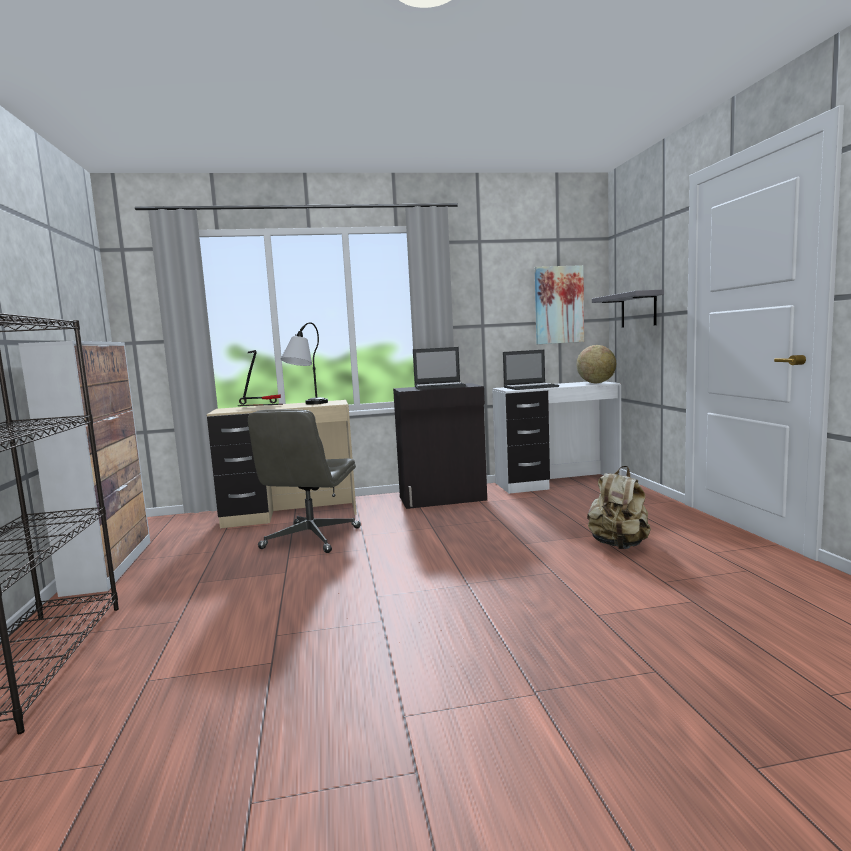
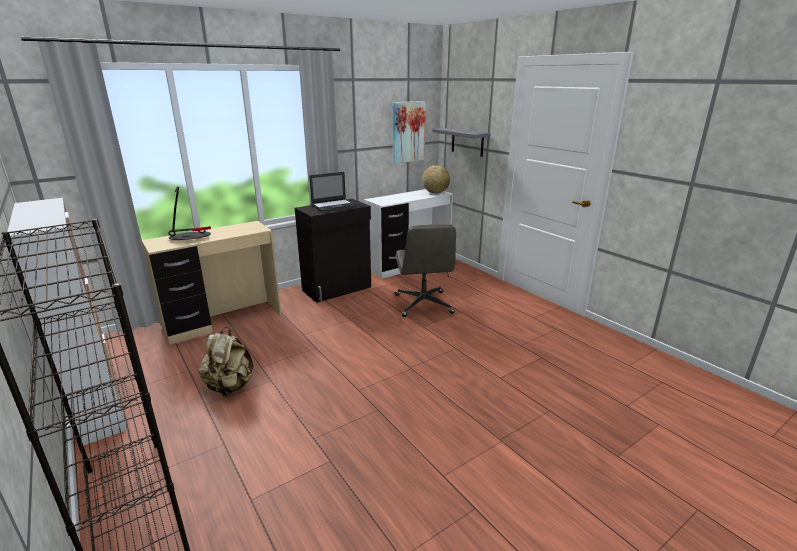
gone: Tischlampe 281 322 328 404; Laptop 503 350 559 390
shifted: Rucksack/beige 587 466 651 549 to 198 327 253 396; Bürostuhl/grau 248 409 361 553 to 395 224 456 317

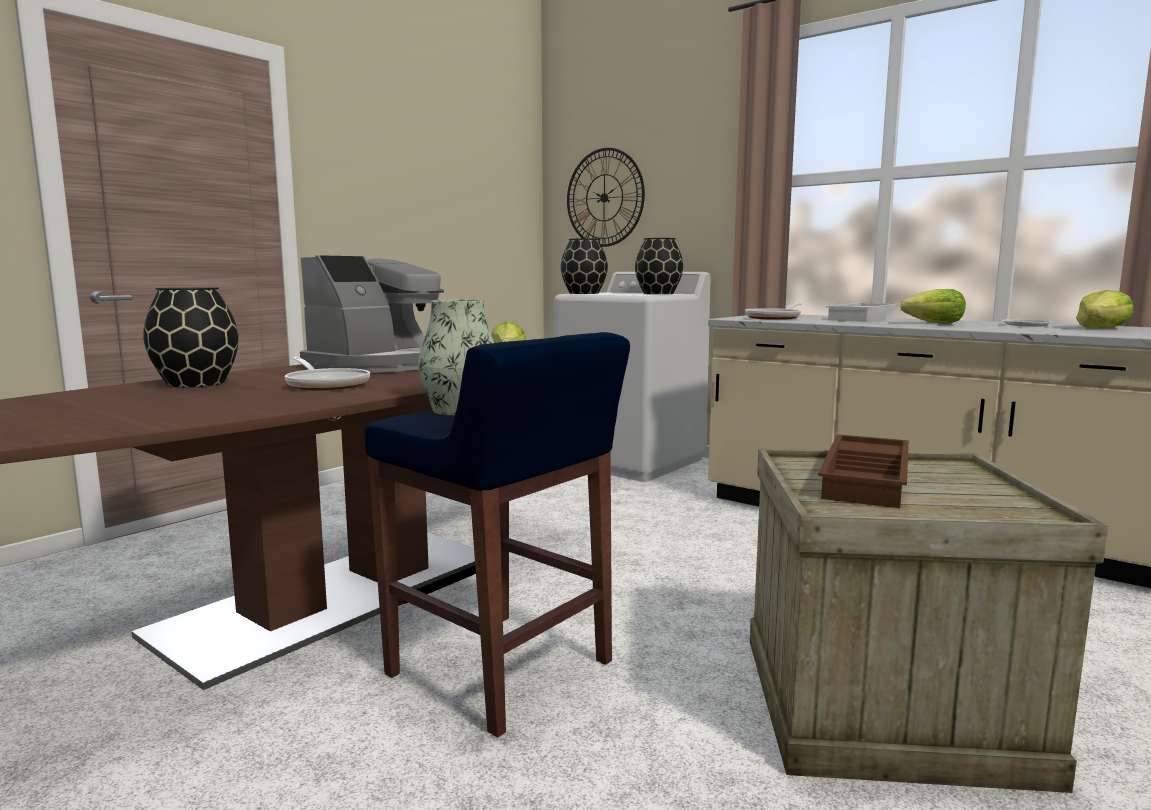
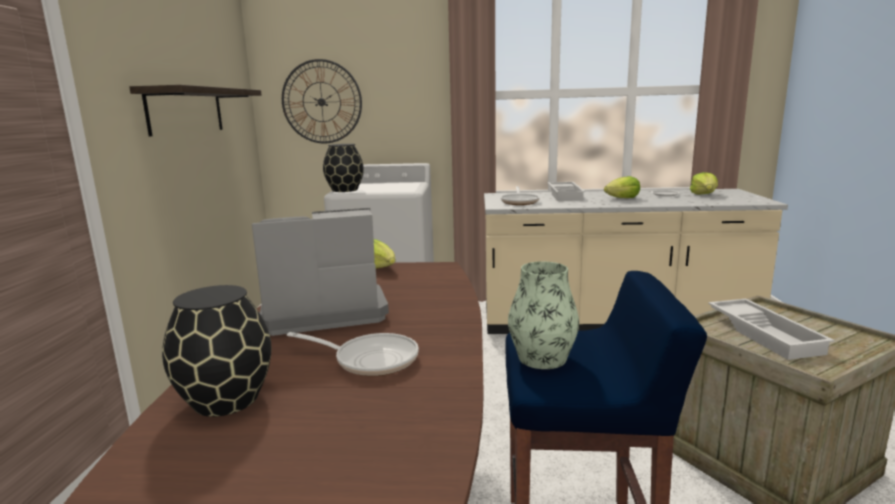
gone: Vase/schwarz 635 238 683 294
new: Wandregal 129 85 261 136
repainted: Tablett/braun 818 434 909 508 to Tablett/weiß 708 299 835 360
rotated: Kaffeemaschine 300 255 444 373 = 252 208 389 336 105 degrees counterclockwise

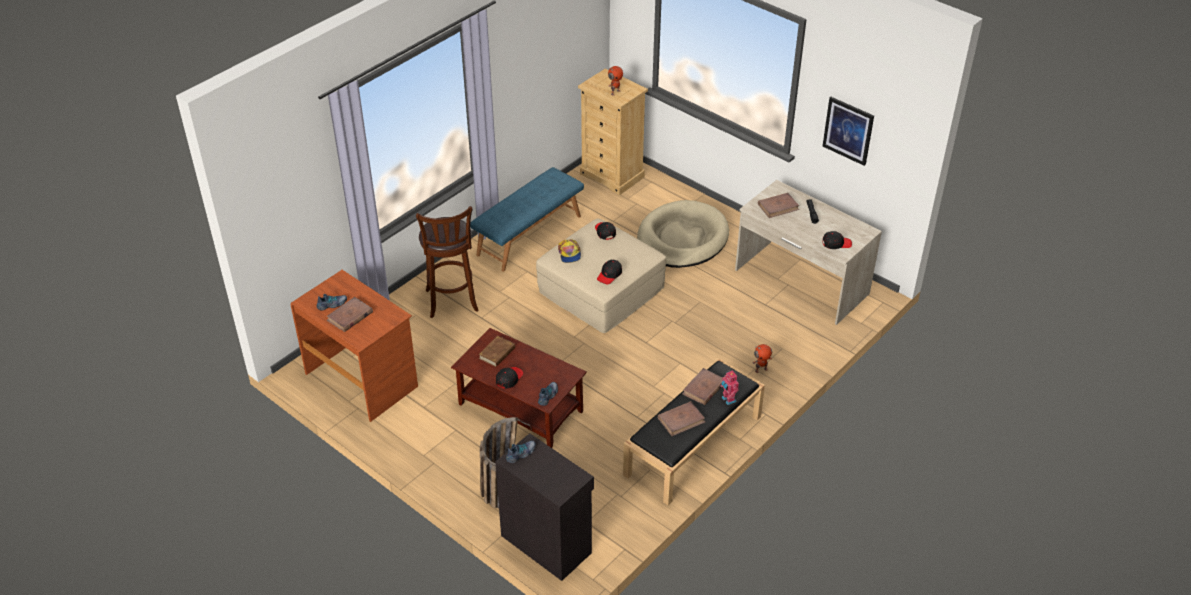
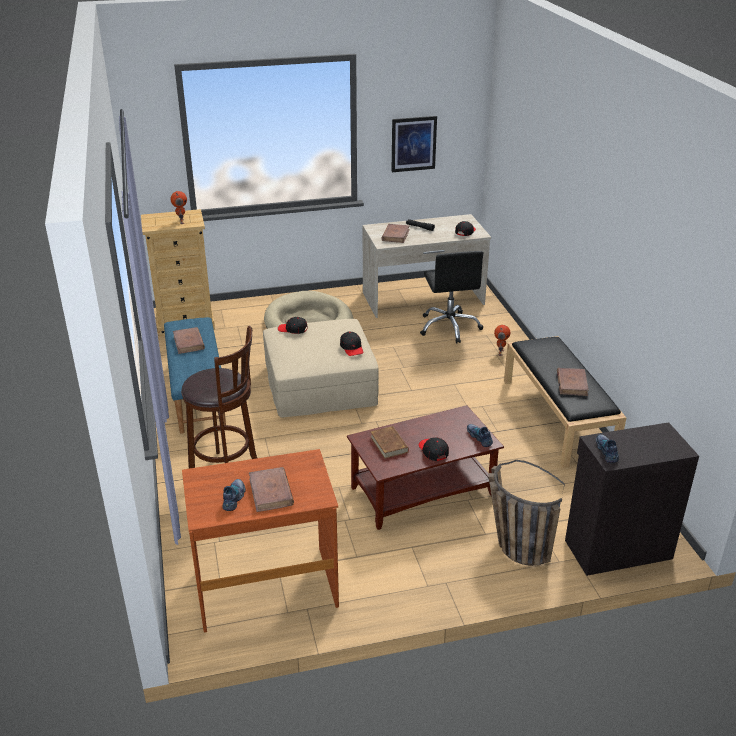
gone: Kappe 558 239 581 263; Spielzeugroboter 720 370 739 405
new: Bürostuhl/schwarz 420 251 483 343
shifted: Buch/braun 682 368 723 405 to 173 327 205 354

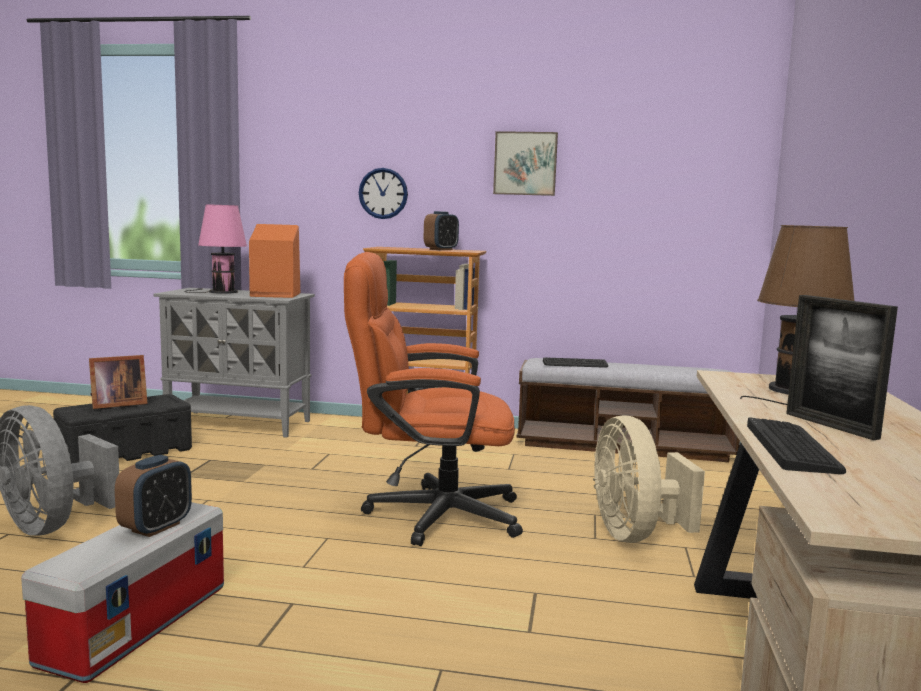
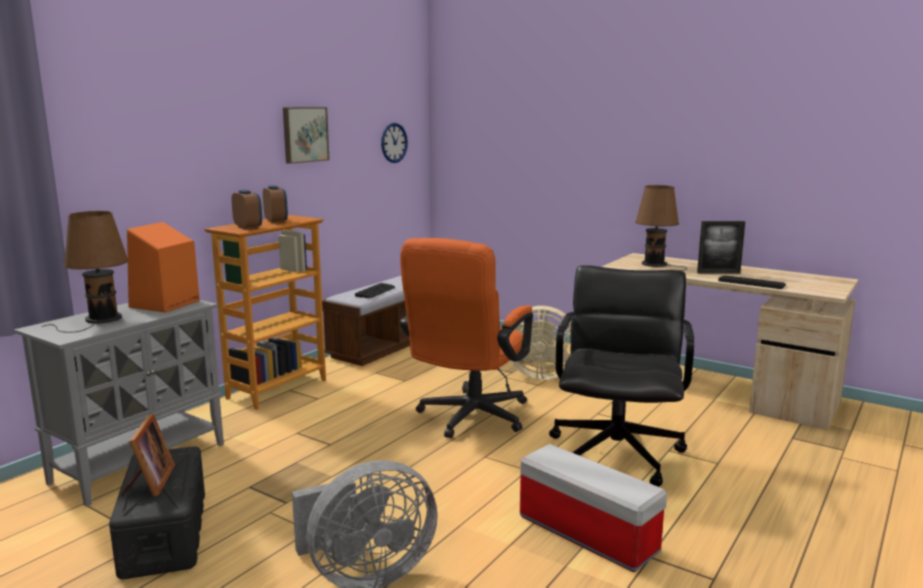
new: Bürostuhl/schwarz 549 265 695 487
shifted: Wecker 115 455 192 537 to 231 190 262 230; Wanduhr 359 168 408 219 to 381 123 408 163
repainted: Tischlampe/rosa 184 204 247 294 to Tischlampe/braun 42 211 129 333

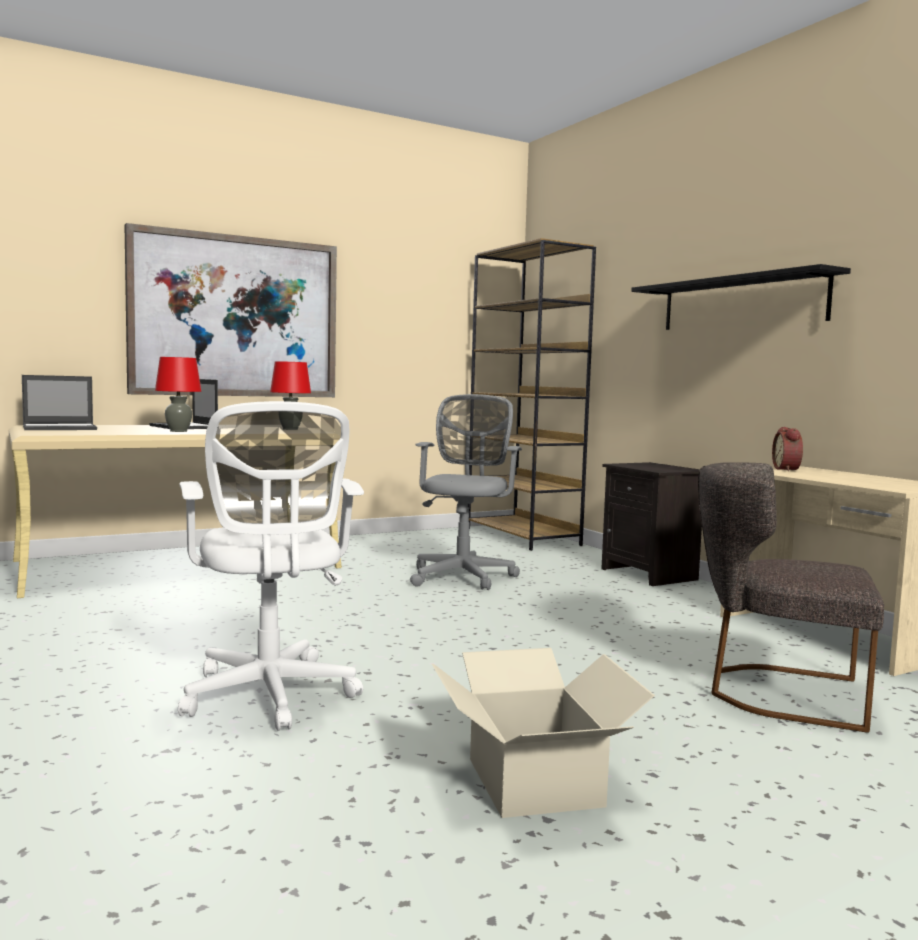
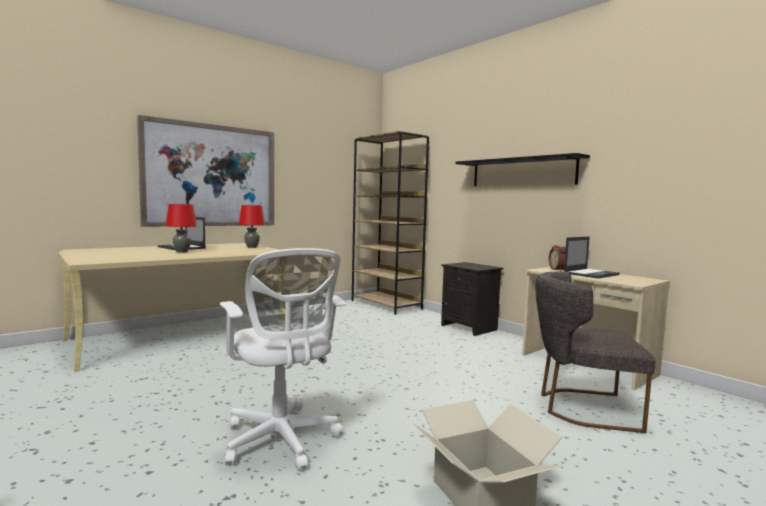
gone: Bürostuhl/grau 410 394 522 590
shifted: Laptop 22 375 97 430 to 564 237 620 279

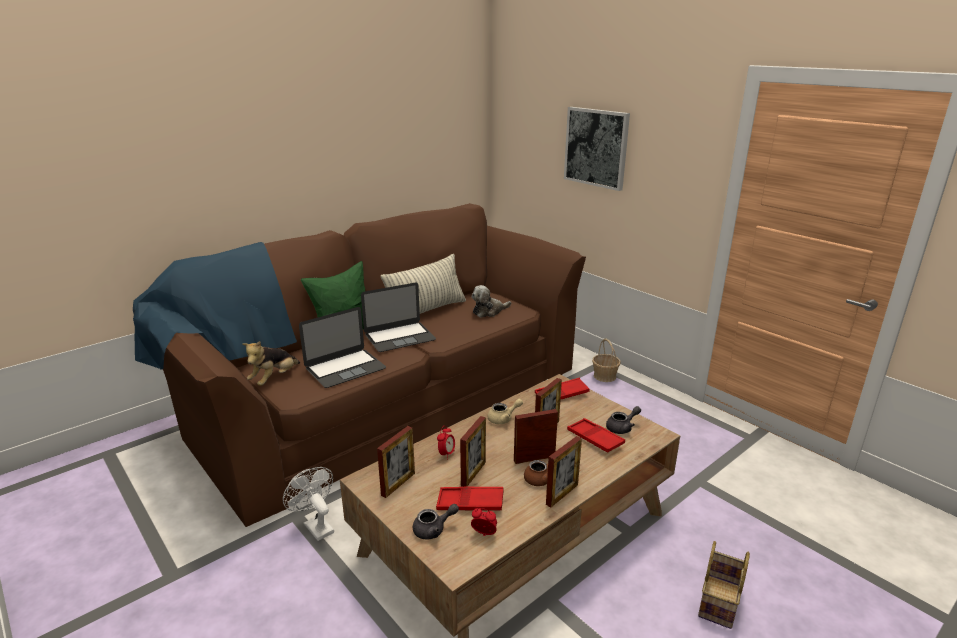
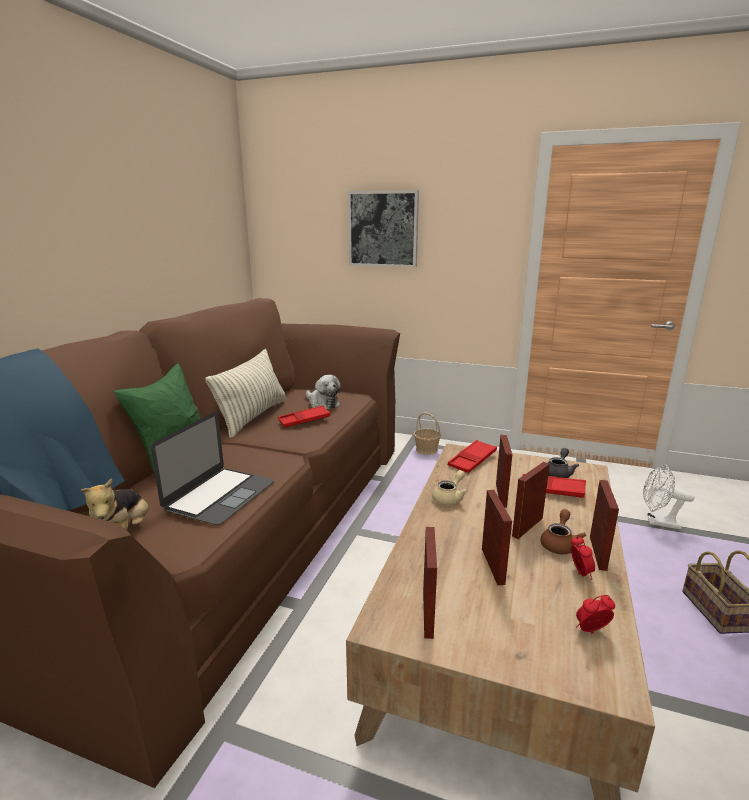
gone: Laptop 361 283 436 352; Teekanne/grau 413 504 459 540
shifted: Tablett/rot 436 486 504 511 to 278 405 330 427; Wecker 437 426 455 459 to 571 535 595 579; Ventilator/weiß 283 467 334 541 to 643 465 694 530
rotated: Plüschtier 471 285 511 318 = 306 375 341 410 75 degrees counterclockwise

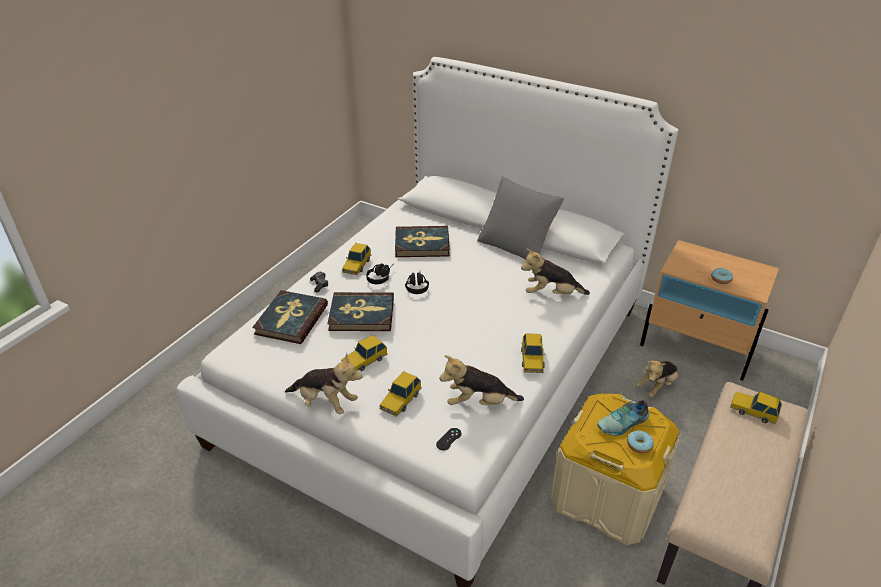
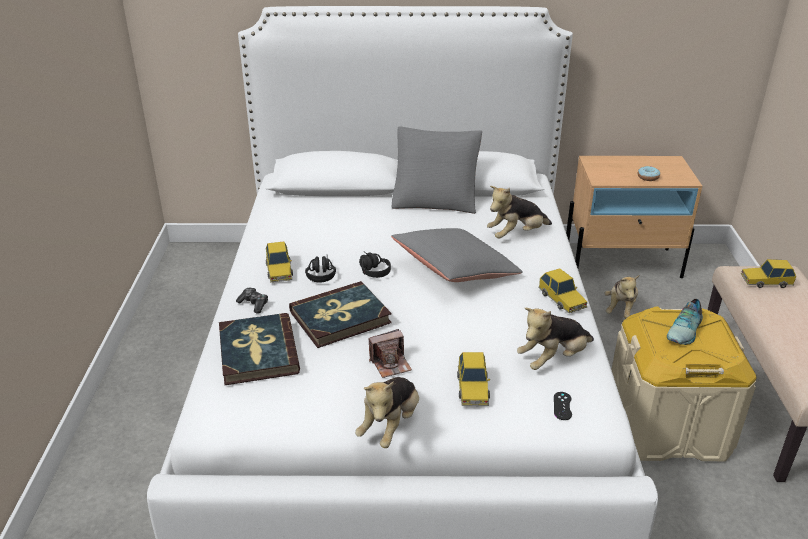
gone: Buch 395 226 450 257; Donut 627 430 654 454
new: Kissen/grau 391 228 523 282
swapped: Spielzeugauto 341 335 388 371 to Kamera 369 329 412 378
rotated: Plüschtier 285 353 362 414 = 355 377 419 448 120 degrees clockwise

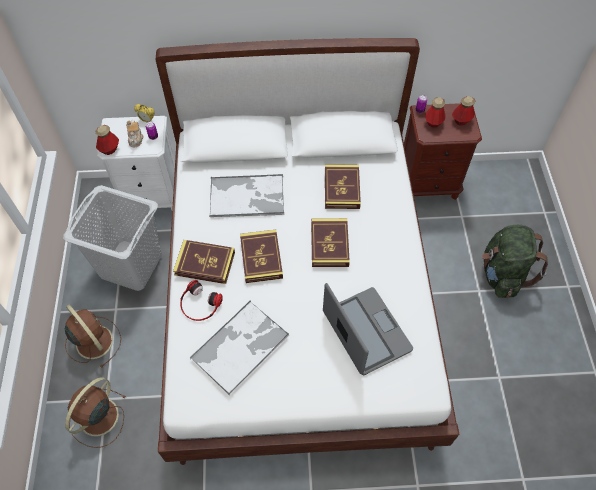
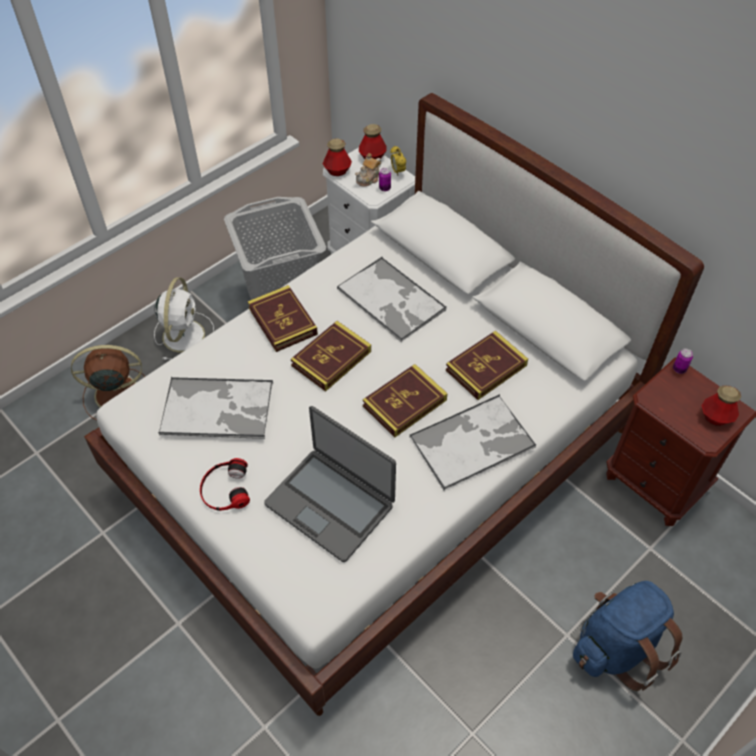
new: Tablett 409 394 536 491
shifted: Kopfhörer 180 280 223 321 to 200 458 250 511; Flasche 425 97 446 128 to 359 124 386 159
repainted: Ventilator/braun 65 304 121 368 to Ventilator/weiß 154 277 214 360; Rucksack/grün 482 225 548 298 to Rucksack/blau 573 581 682 691
rotated: Laptop 323 283 413 375 = 264 406 396 562 105 degrees clockwise

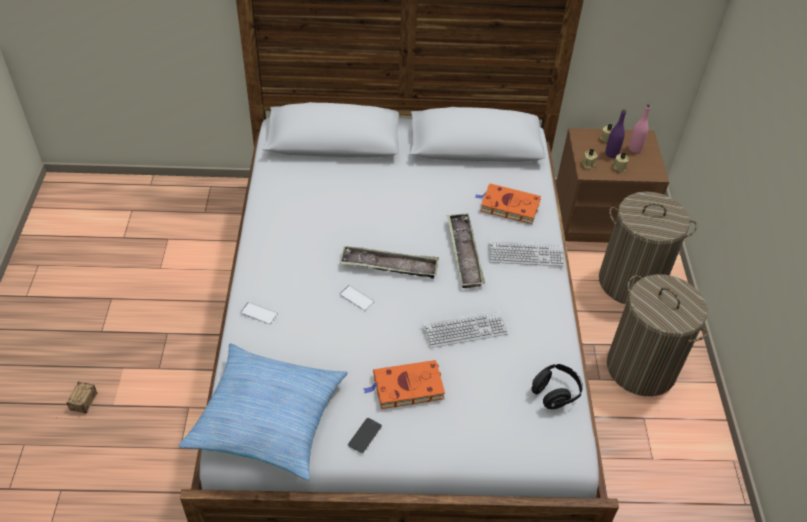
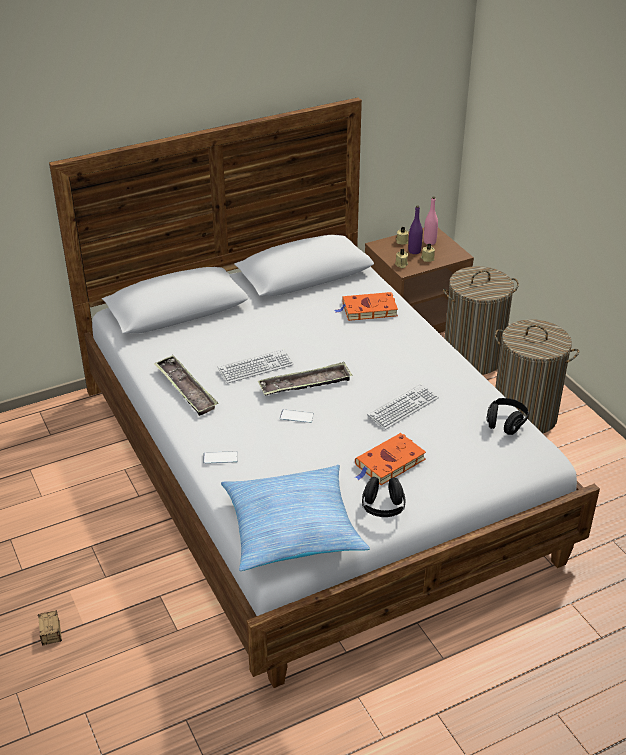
shifted: Tablett 447 213 485 288 to 154 355 218 416; Tastatur 489 240 565 266 to 218 348 294 383
swapped: Handy 348 418 382 454 to Kopfhörer/schwarz 362 477 405 517

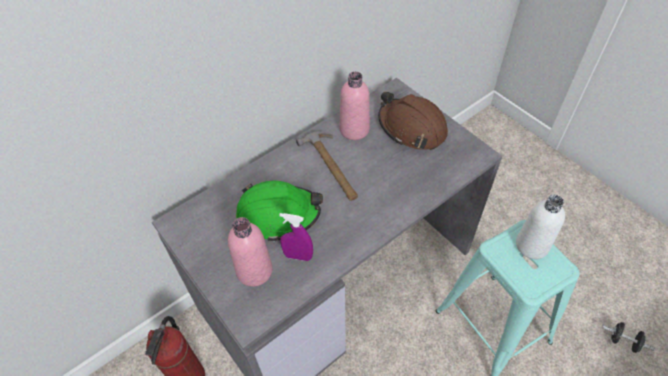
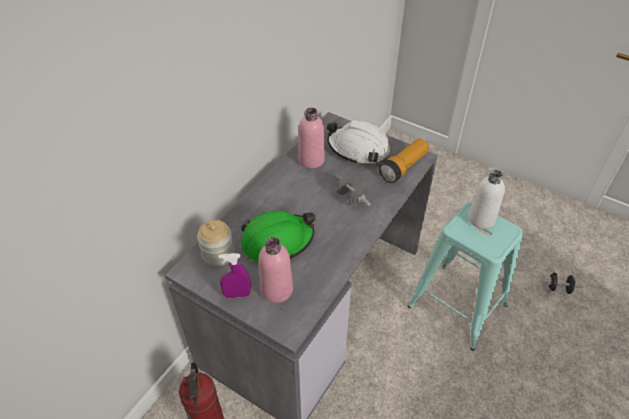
gone: Hammer 296 131 358 201
new: Vorratsglas 197 220 234 266; Hantel/grau 336 175 371 206; Taschenlampe 379 138 429 183
shifted: Sprühflasche/lila 279 213 313 261 to 219 253 251 298
repainted: Schutzhelm/braun 378 92 448 150 to Schutzhelm/weiß 327 120 390 164

